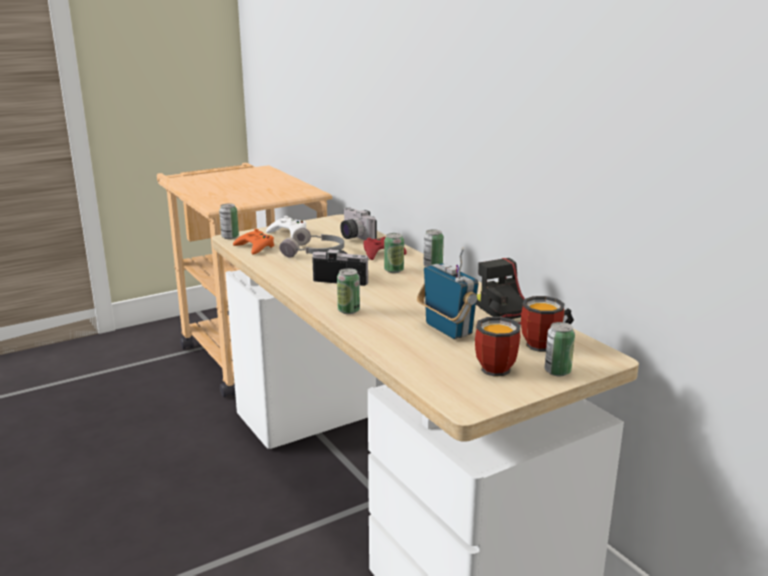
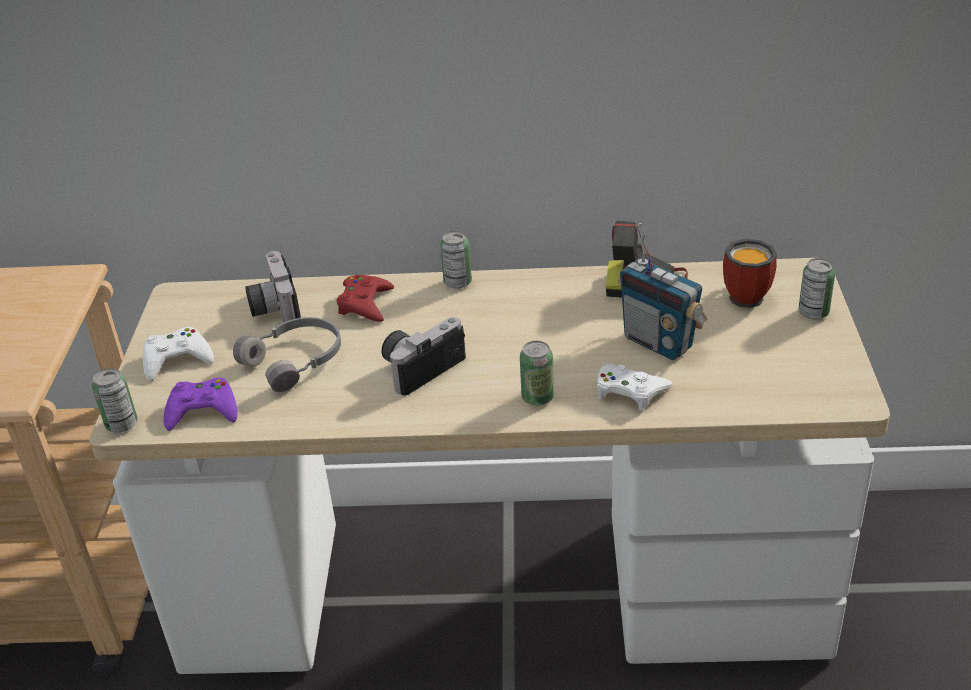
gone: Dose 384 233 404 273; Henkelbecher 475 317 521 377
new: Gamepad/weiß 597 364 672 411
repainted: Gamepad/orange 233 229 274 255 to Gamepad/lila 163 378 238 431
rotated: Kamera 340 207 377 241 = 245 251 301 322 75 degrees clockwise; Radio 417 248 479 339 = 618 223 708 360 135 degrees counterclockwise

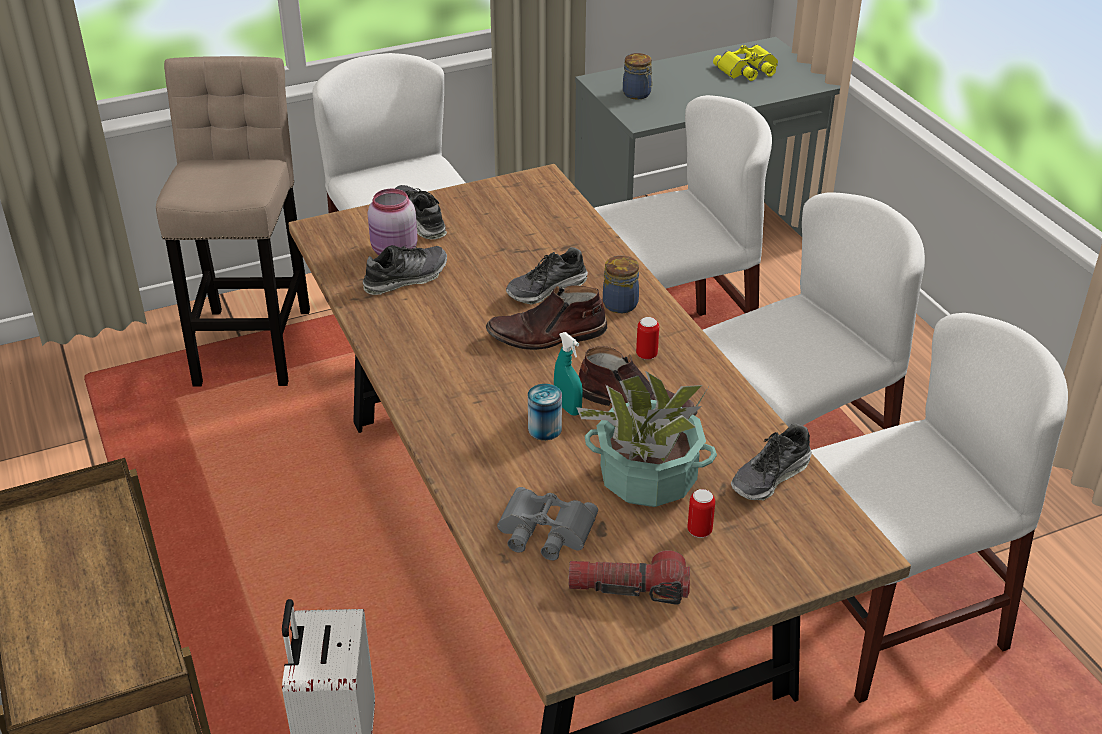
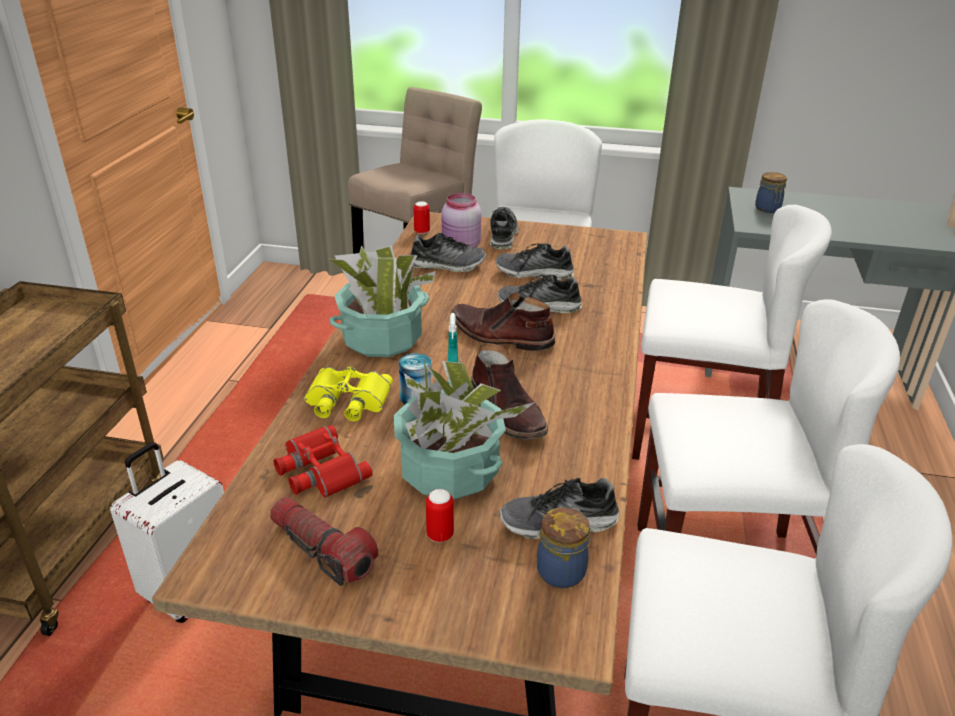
new: Topfpflanze 329 245 436 357; Schuh 496 243 574 280
shifted: Fernglas/gelb 713 44 778 81 to 305 366 393 421; Dose 636 317 659 360 to 414 201 430 234; Vorratsglas 603 256 639 313 to 537 507 590 588
repainted: Fernglas/grau 497 487 598 560 to Fernglas/rot 274 425 373 498

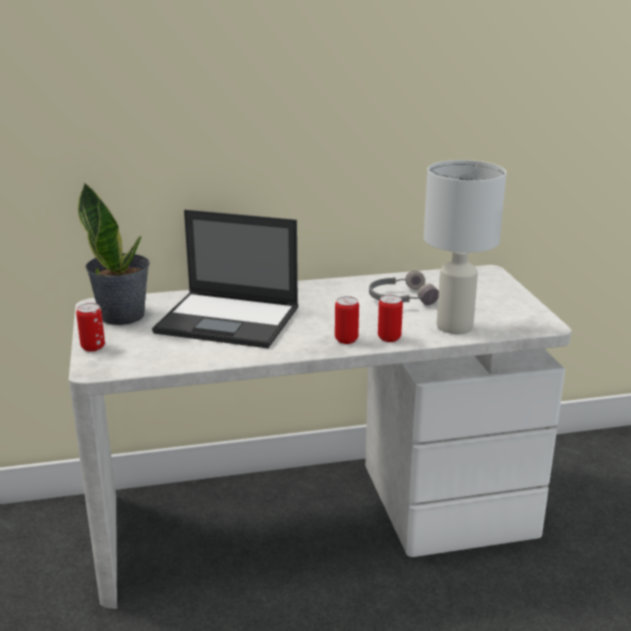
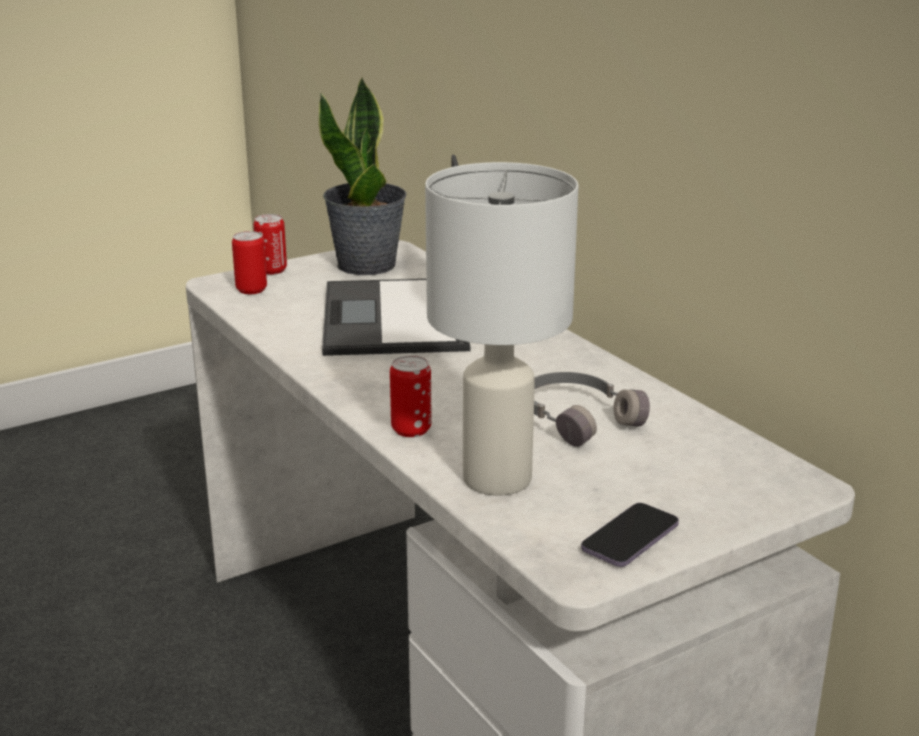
new: Handy 581 503 679 567
shifted: Dose 335 296 359 344 to 232 231 267 294

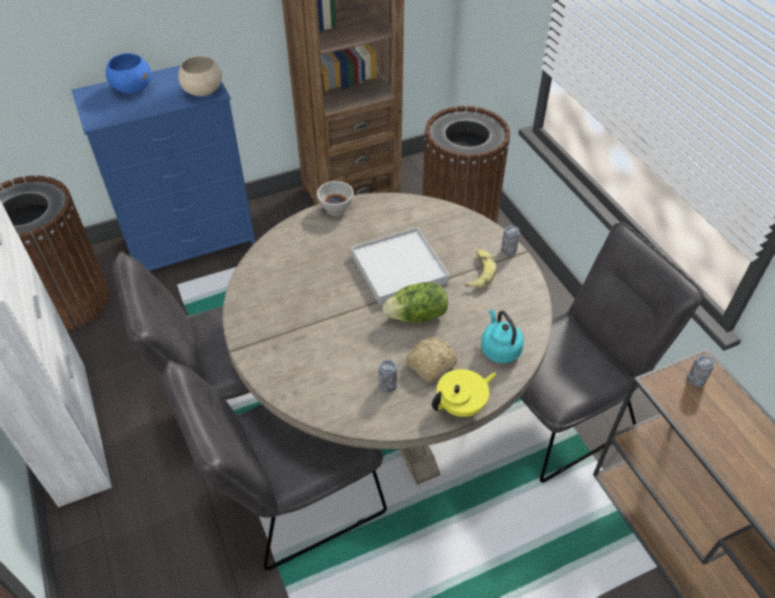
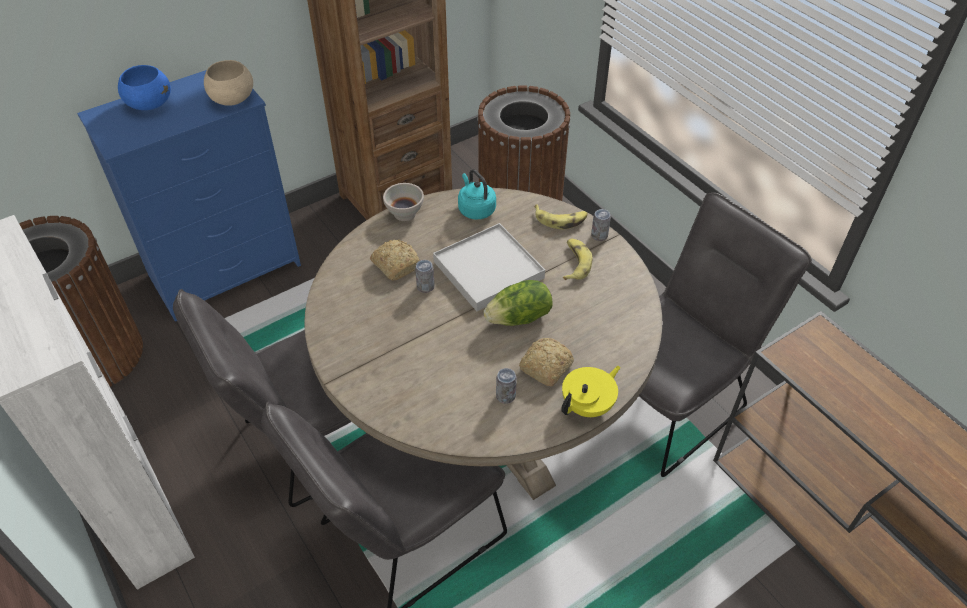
new: Brot 370 239 420 281; Banane 534 204 588 229
shifted: Dose 687 355 714 387 to 415 260 435 293; Wasserkessel/türkis 481 309 524 364 to 458 169 496 219

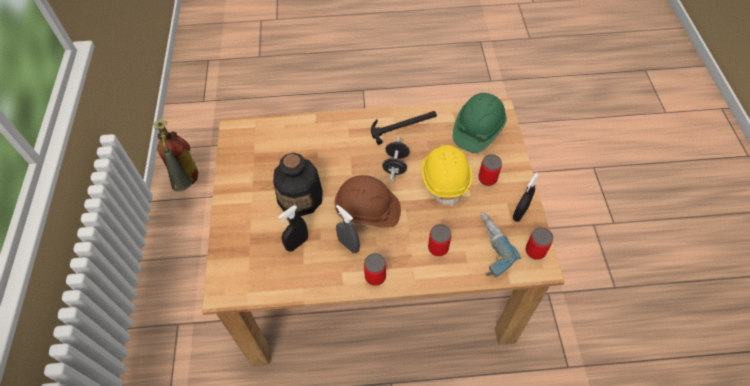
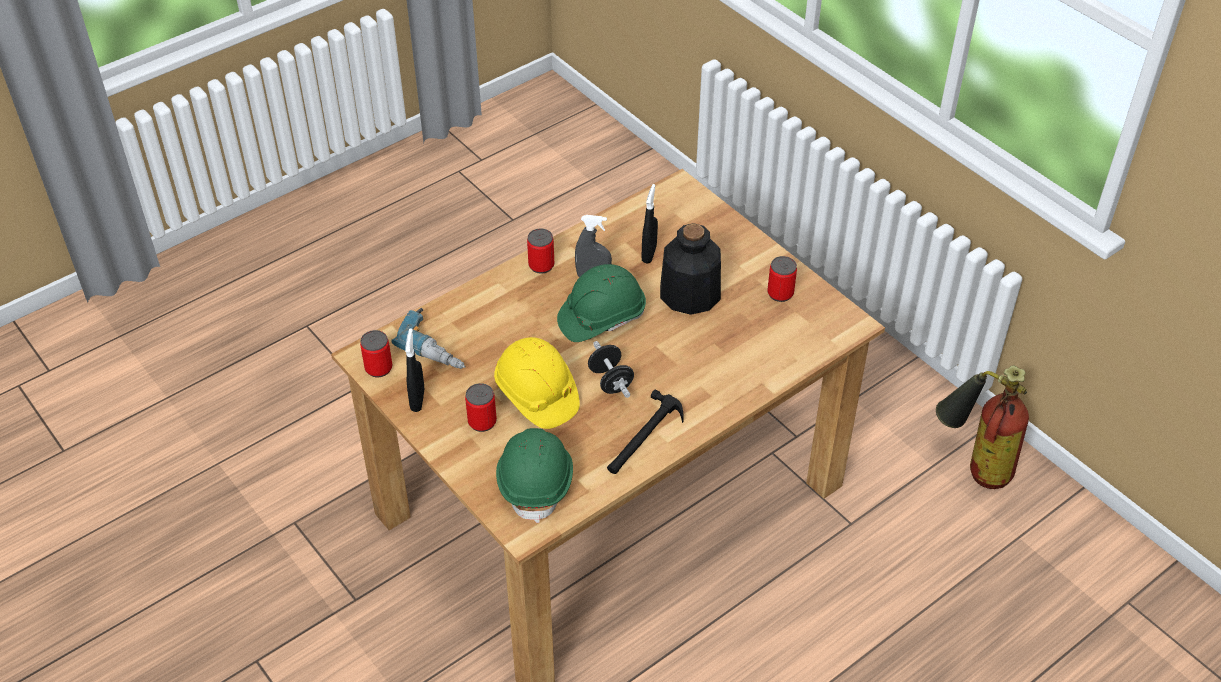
shifted: Dose 428 224 451 256 to 767 256 797 302
repainted: Schutzhelm/braun 335 175 401 228 to Schutzhelm/grün 557 264 646 342

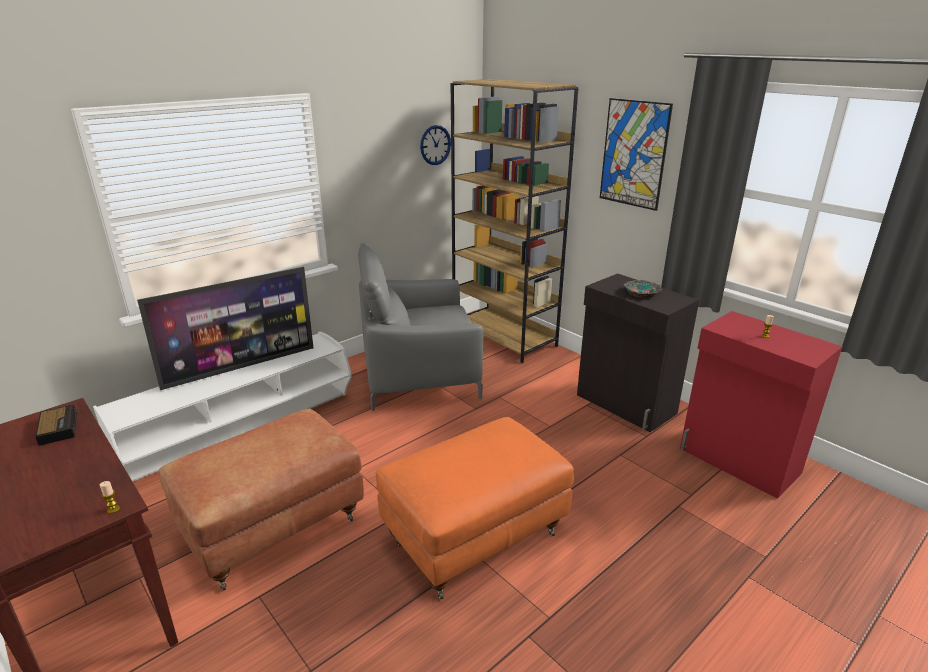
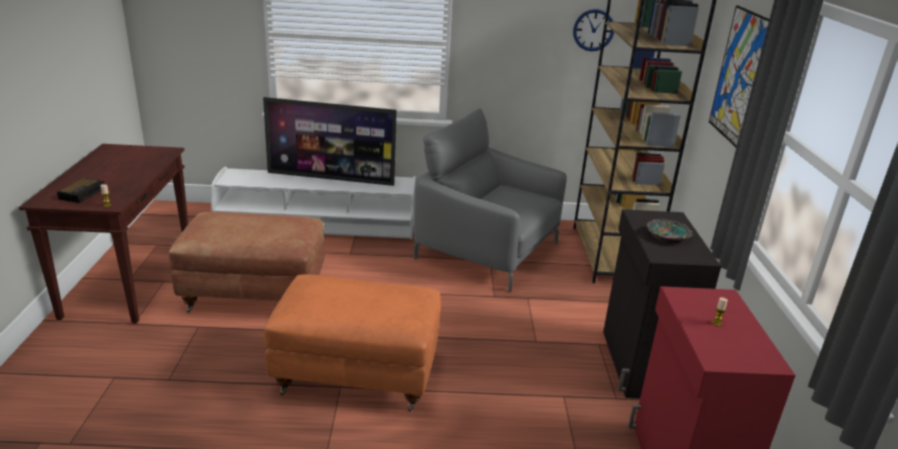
shifted: Wecker 35 404 77 446 to 57 178 104 203

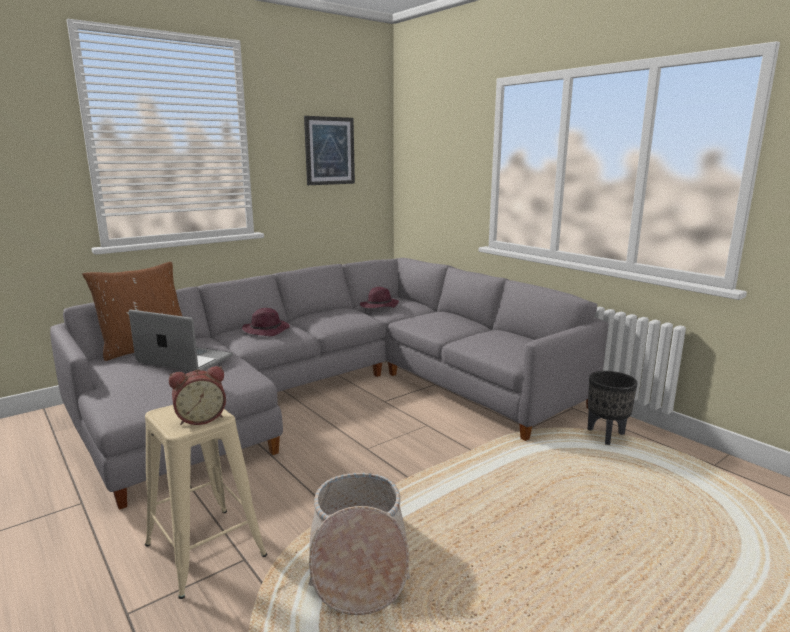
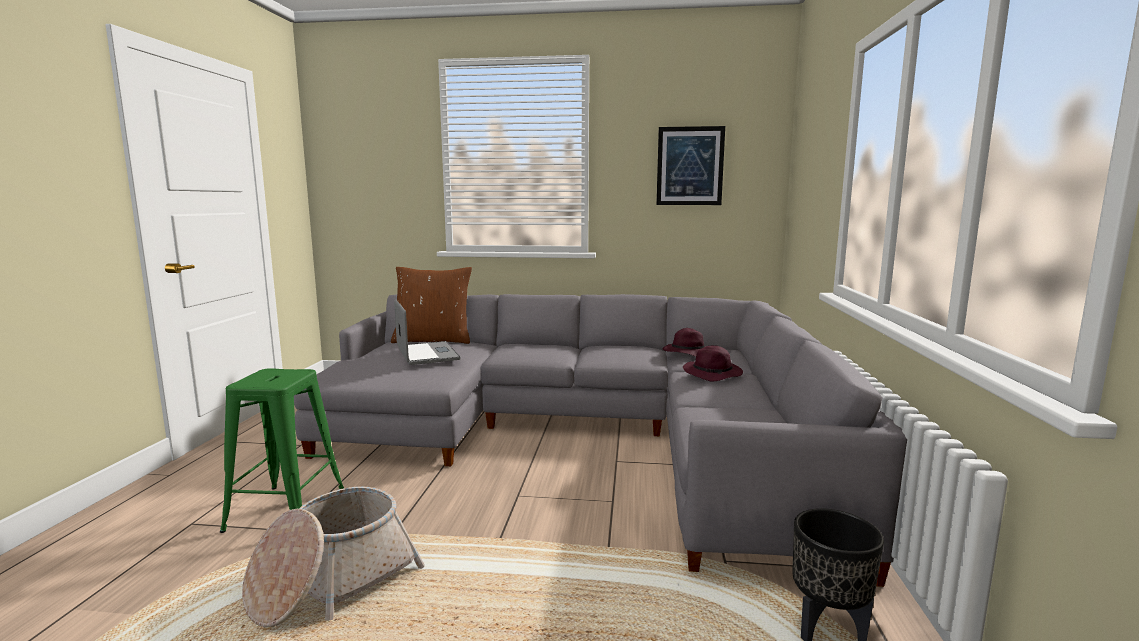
gone: Wecker 169 366 226 425
shifted: Hut/lila 242 308 290 337 to 683 346 743 381
repainted: Hocker/beige 145 405 267 599 to Hocker/grün 220 368 344 533

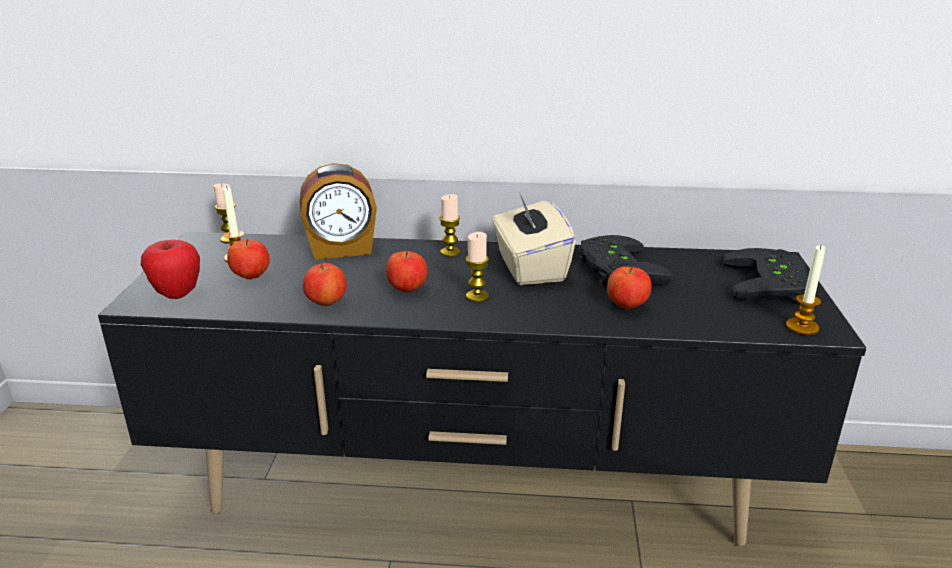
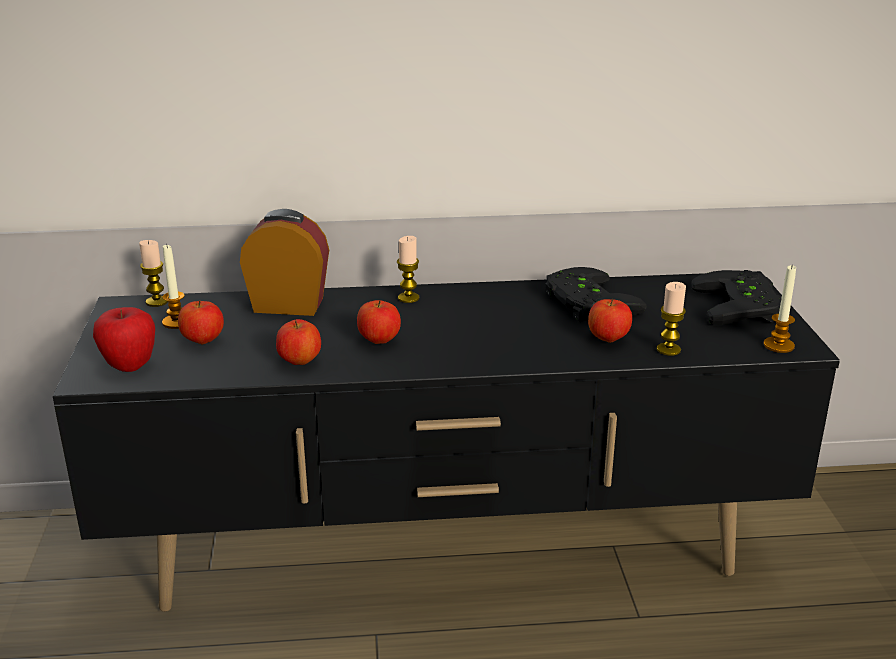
gone: Taschentuchbox/beige 492 192 576 285
shifted: Kerze 466 232 489 302 to 657 282 686 356
rotated: Wecker 300 163 377 260 = 240 209 329 316 150 degrees counterclockwise

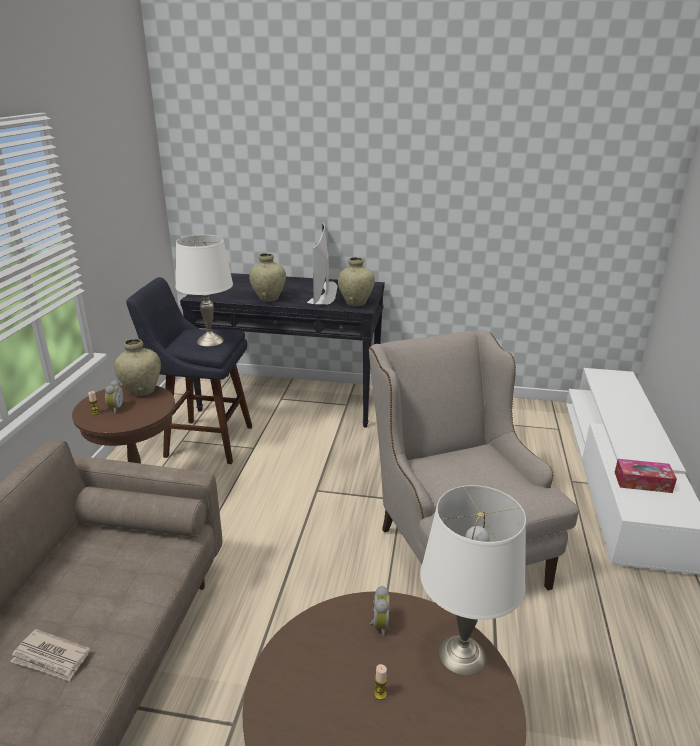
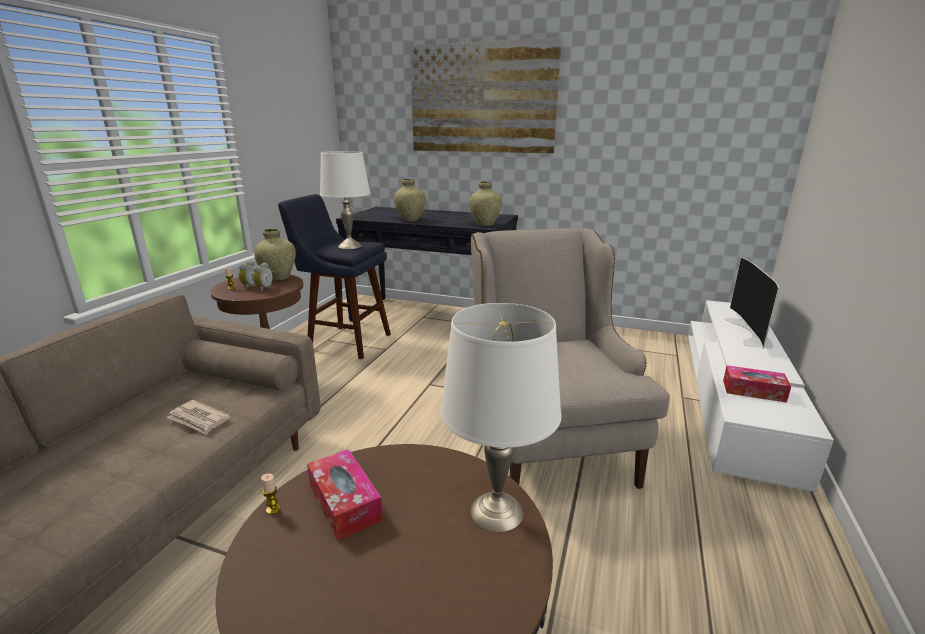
new: Taschentuchbox 307 449 383 541; Bild 410 37 562 153
shifted: Zeitung 10 629 90 681 to 167 400 230 435; Wecker 370 586 390 636 to 253 262 273 292; Kerze 374 664 388 700 to 261 473 280 515; Fernseher 307 223 337 304 to 725 257 779 349

